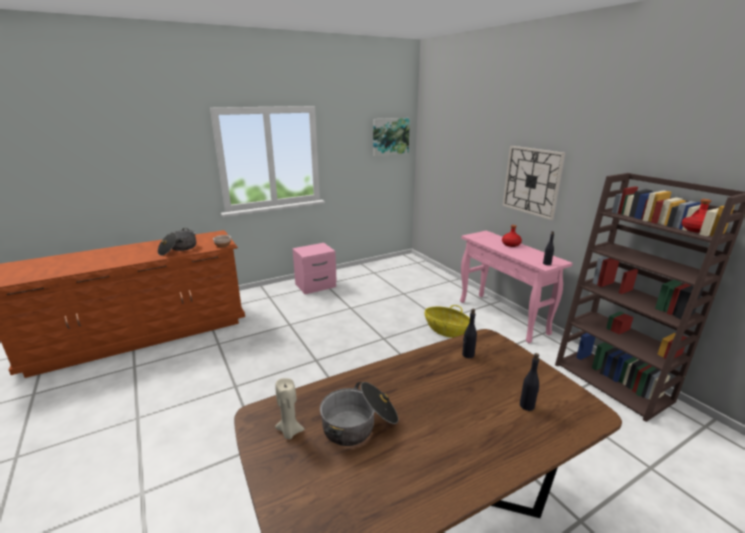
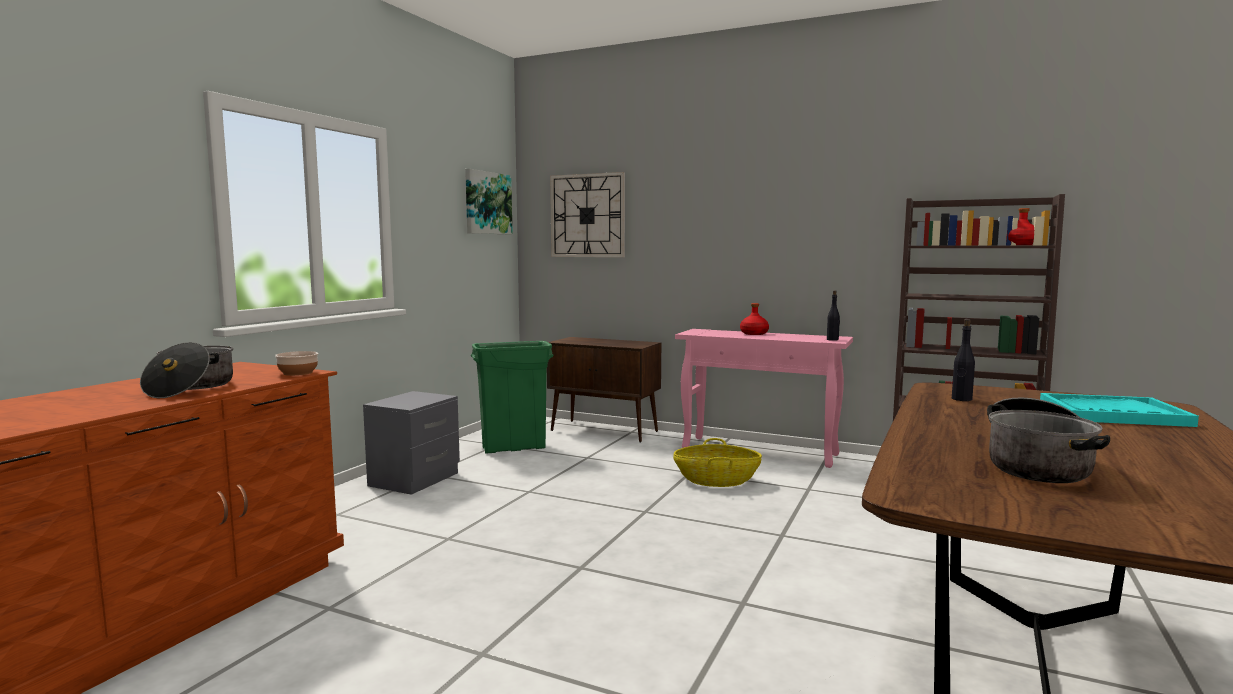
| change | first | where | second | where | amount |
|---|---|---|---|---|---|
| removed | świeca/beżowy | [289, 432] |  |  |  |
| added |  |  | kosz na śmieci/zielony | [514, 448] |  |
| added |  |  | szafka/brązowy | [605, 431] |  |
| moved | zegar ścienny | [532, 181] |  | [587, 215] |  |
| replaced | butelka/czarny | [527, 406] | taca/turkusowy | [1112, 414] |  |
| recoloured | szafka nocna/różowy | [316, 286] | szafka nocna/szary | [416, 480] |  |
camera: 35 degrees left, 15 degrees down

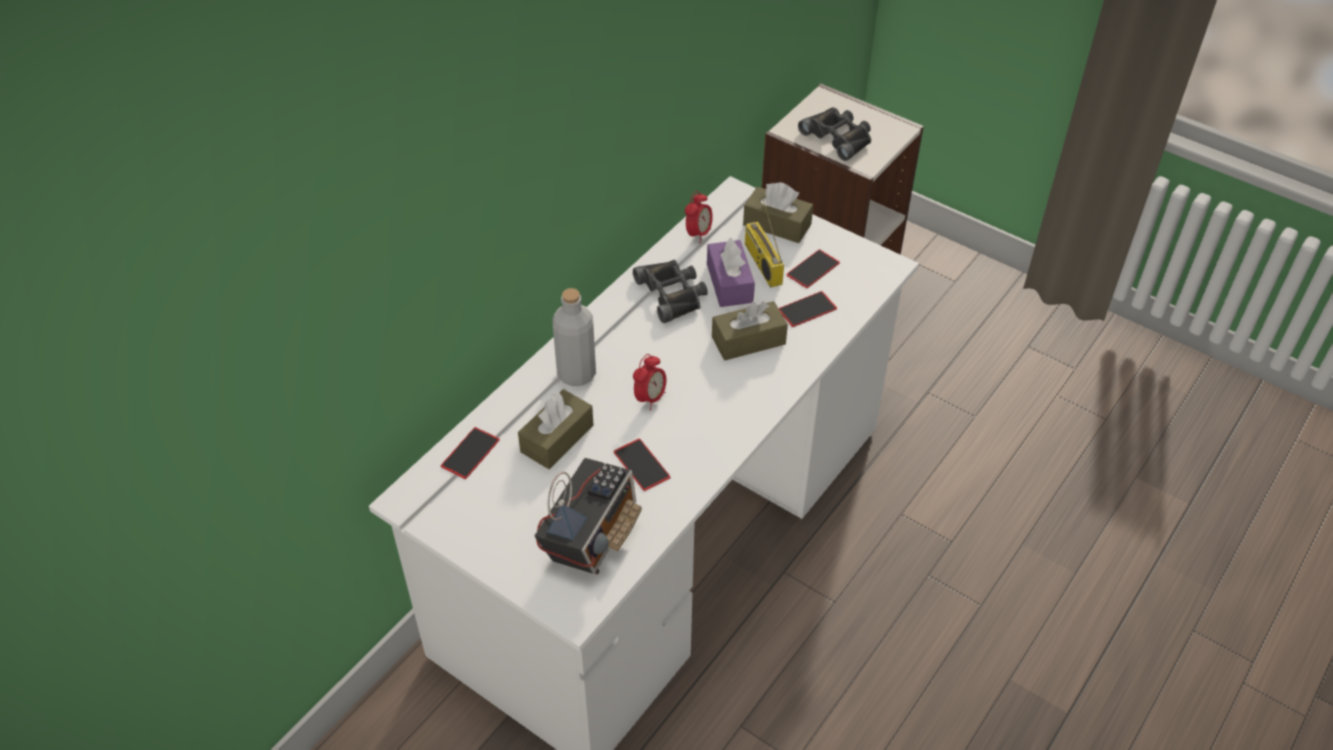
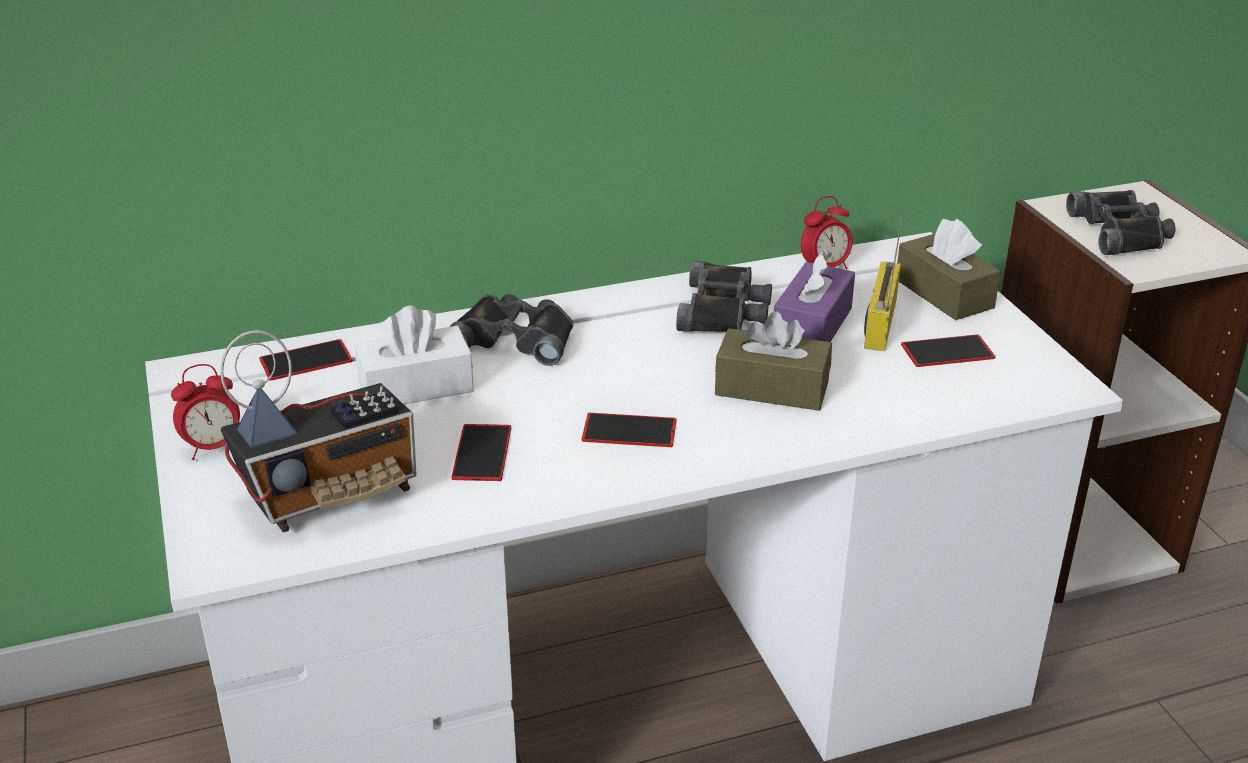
| change | first | where | second | where | amount |
|---|---|---|---|---|---|
| moved | budzik | [650, 398] |  | [213, 448] |  |
| moved | telefon | [807, 309] |  | [629, 430] |  |
| replaced | butelka/szary | [576, 373] | lornetka/czarny | [515, 338] |  |
| recoloured | pudełko chusteczek/brązowy | [557, 438] | pudełko chusteczek/biały | [416, 387] |  |
camera: 35 degrees right, 15 degrees down

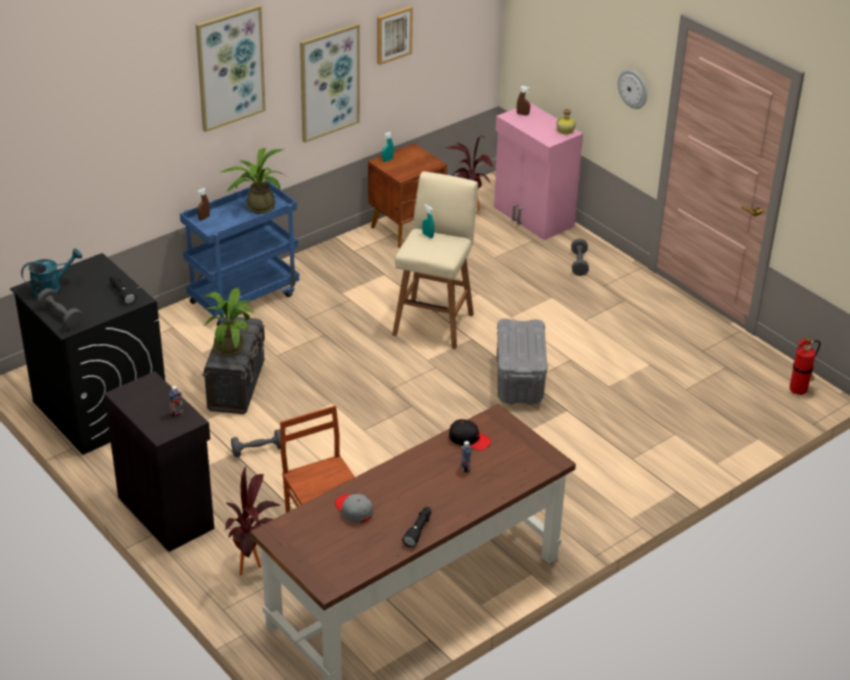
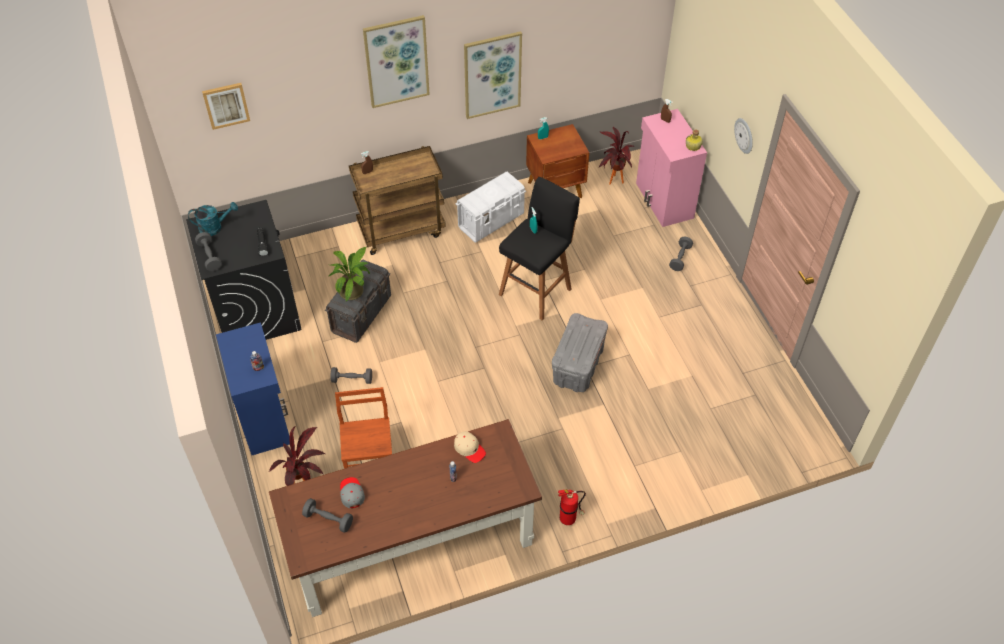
| change | first | where | second | where | amount |
|---|---|---|---|---|---|
| removed | roślina doniczkowa | [257, 206] |  |  |  |
| removed | latarka/czarny | [418, 530] |  |  |  |
| added |  |  | hantel/szary | [328, 519] |  |
| added |  |  | pojemnik do przechowywania/biały | [491, 220] |  |
| moved | obraz | [393, 34] |  | [226, 105] |  |
| moved | gaśnica | [799, 390] |  | [569, 519] |  |
| recoloured | szafka/czarny | [167, 511] | szafka/niebieski | [264, 418] |  |
| recoloured | wózek/niebieski | [244, 297] | wózek/brązowy | [402, 230] |  |
| recoloured | stołek/beżowy | [434, 323] | stołek/czarny | [536, 290] |  |
| recoloured | czapka z daszkiem/czarny | [469, 439] | czapka z daszkiem/beżowy | [469, 449] |  |
camera: 20 degrees right, 15 degrees up

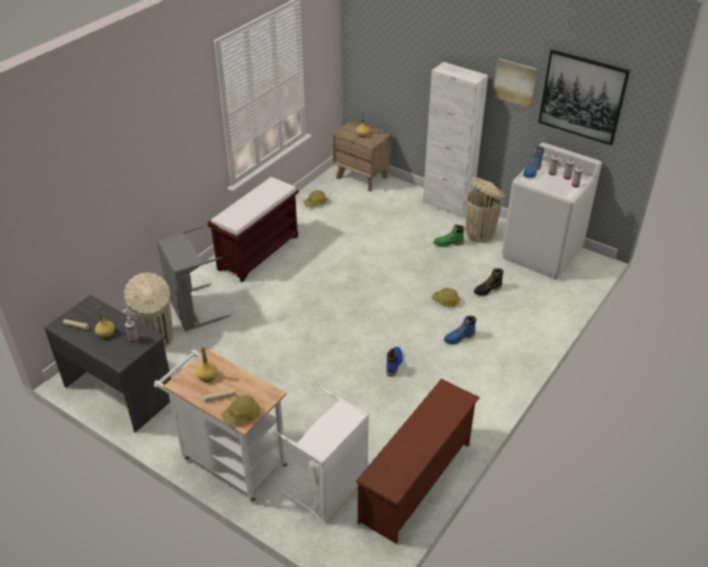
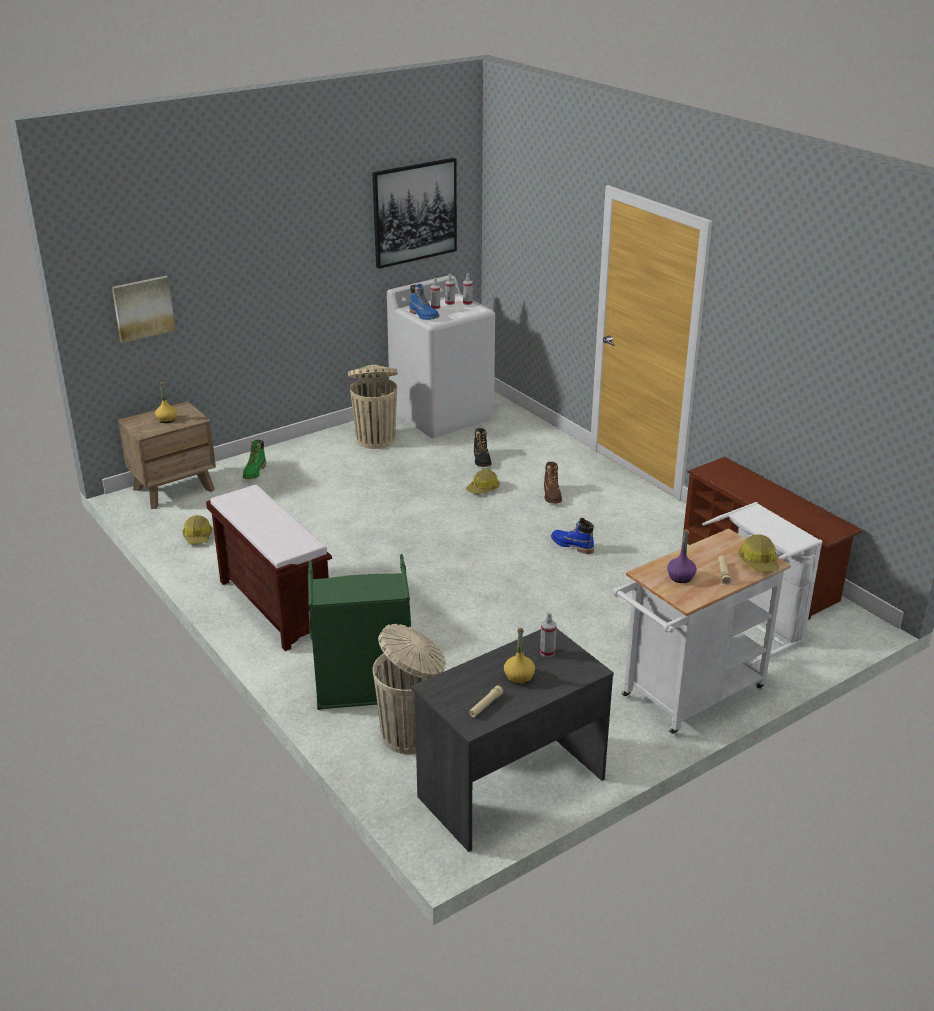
| change | first | where | second | where | amount |
|---|---|---|---|---|---|
| removed | szafka/biały | [447, 205] |  |  |  |
| moved | but z cholewką/zielony | [448, 243] |  | [254, 472] |  |
| moved | obraz | [515, 82] |  | [143, 308] |  |
| recoloured | kosz na pranie/szary | [191, 309] | kosz na pranie/zielony | [363, 690] |  |
| recoloured | butelka/żółty | [207, 376] | butelka/fioletowy | [681, 577] |  |
| recoloured | but z cholewką/niebieski | [459, 338] | but z cholewką/brązowy | [552, 495] |  |
camera: 70 degrees left, 10 degrees down

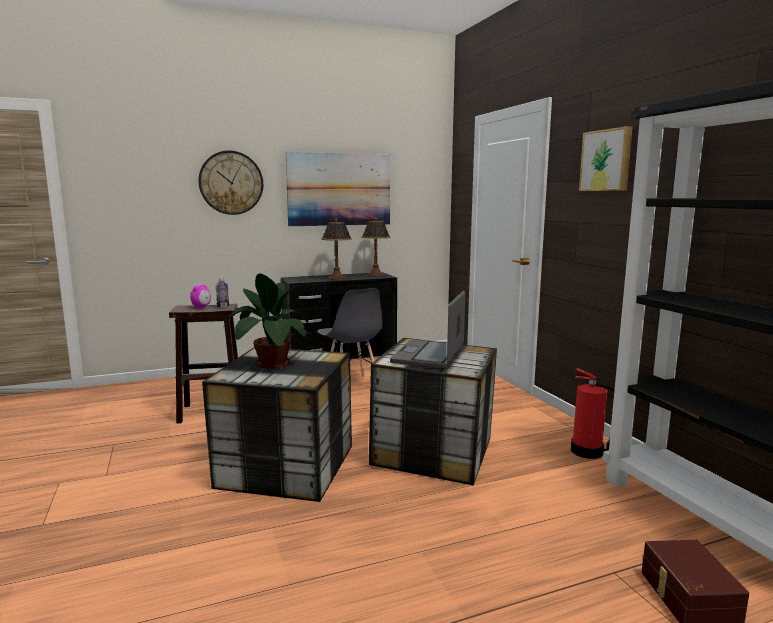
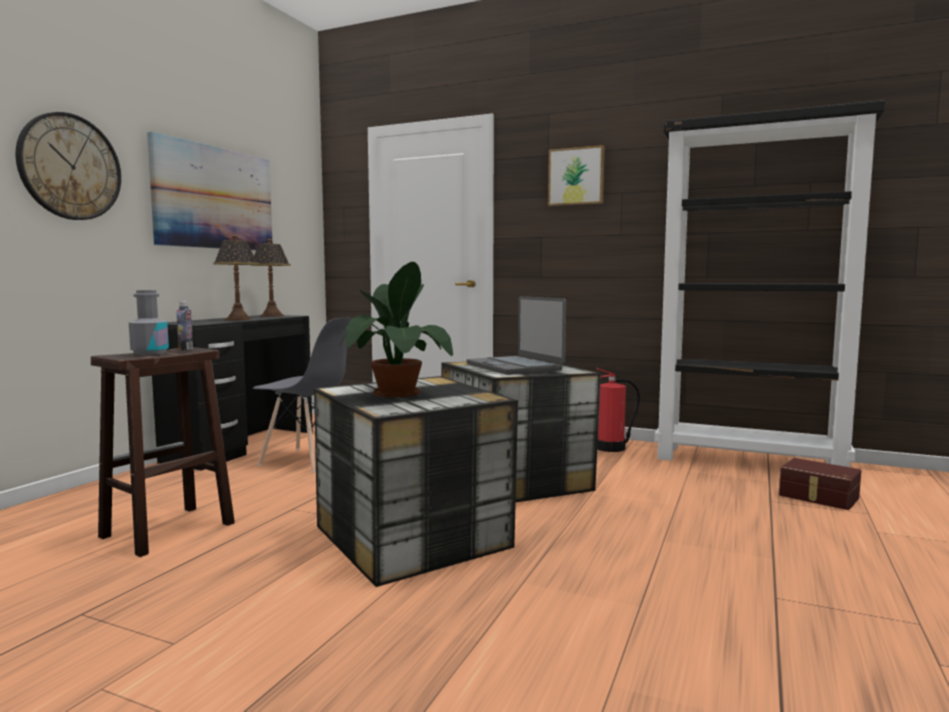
| change | first | where | second | where | amount |
|---|---|---|---|---|---|
| replaced | budzik | [201, 307] | butelka/szary | [150, 353] |  |
camera: 45 degrees left, 5 degrees down

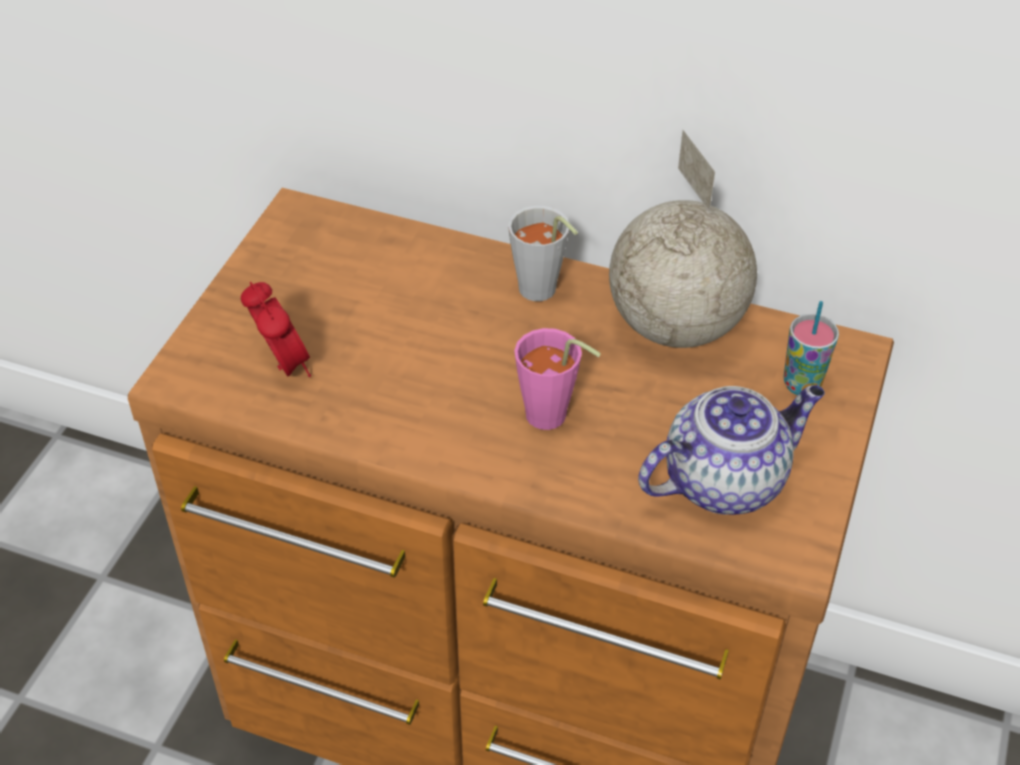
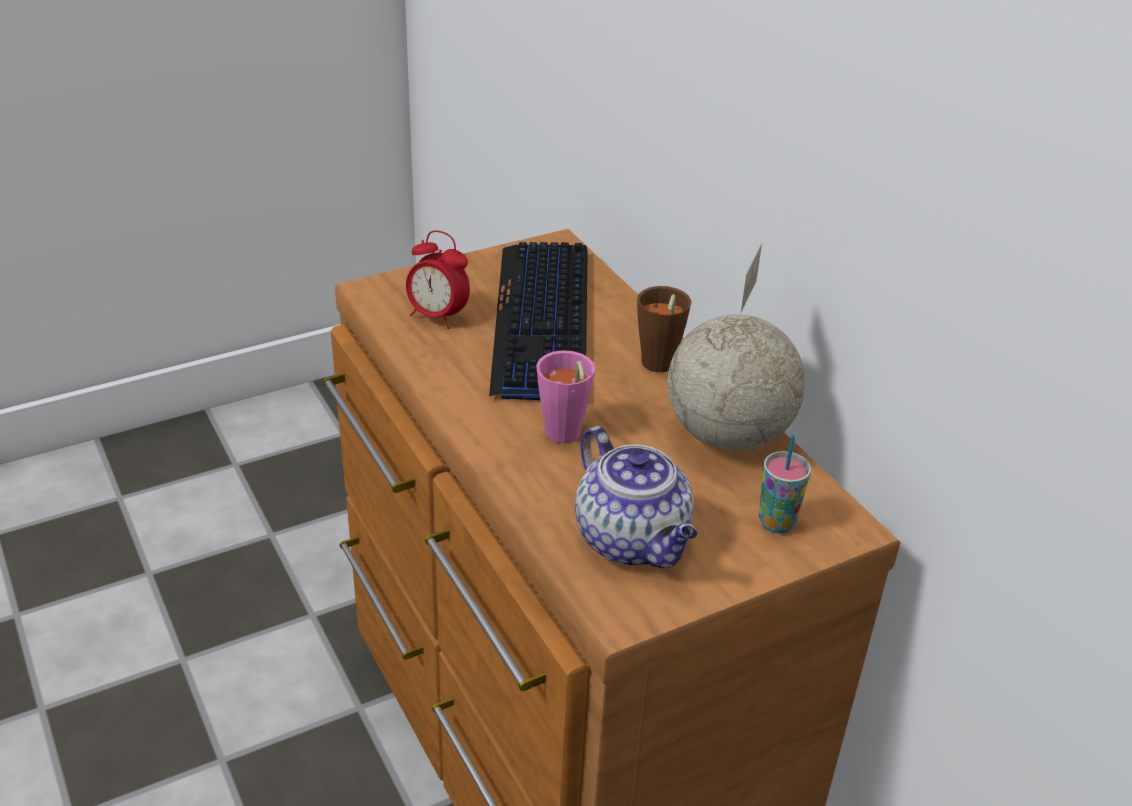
| change | first | where | second | where | amount |
|---|---|---|---|---|---|
| added |  |  | klawiatura | [542, 322] |  |
| recoloured | filiżanka/szary | [542, 294] | filiżanka/brązowy | [656, 367] |  |
| turned | budzik | [283, 366] |  | [437, 316] | 105 degrees clockwise |
| turned | imbryk | [725, 480] |  | [634, 541] | 45 degrees clockwise |
camera: 40 degrees right, 10 degrees down

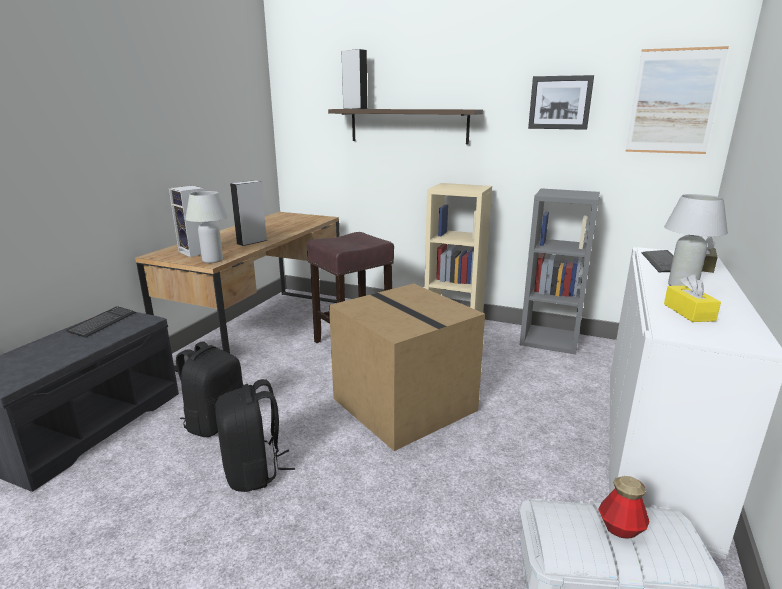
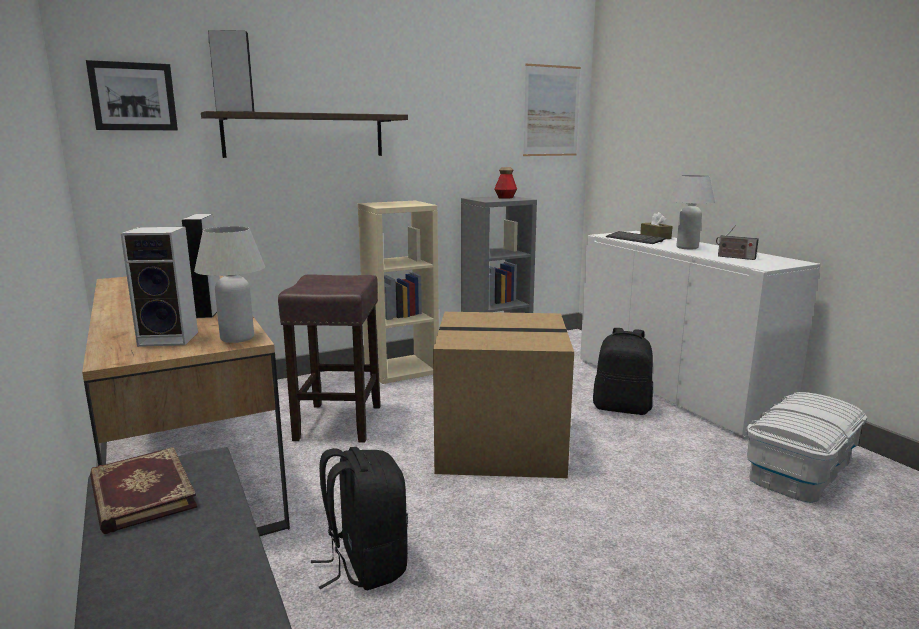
| change | first | where | second | where | amount |
|---|---|---|---|---|---|
| moved | plecak/czarny | [254, 471] |  | [622, 408] |  |
| moved | obraz | [560, 102] |  | [133, 96] |  |
| moved | butelka | [620, 528] |  | [505, 198] |  |
| replaced | klawiatura | [102, 323] | książka | [140, 493] |  |
| replaced | pudełko chusteczek/żółty | [688, 312] | radio | [734, 257] |  |
camera: 50 degrees left, 5 degrees down

